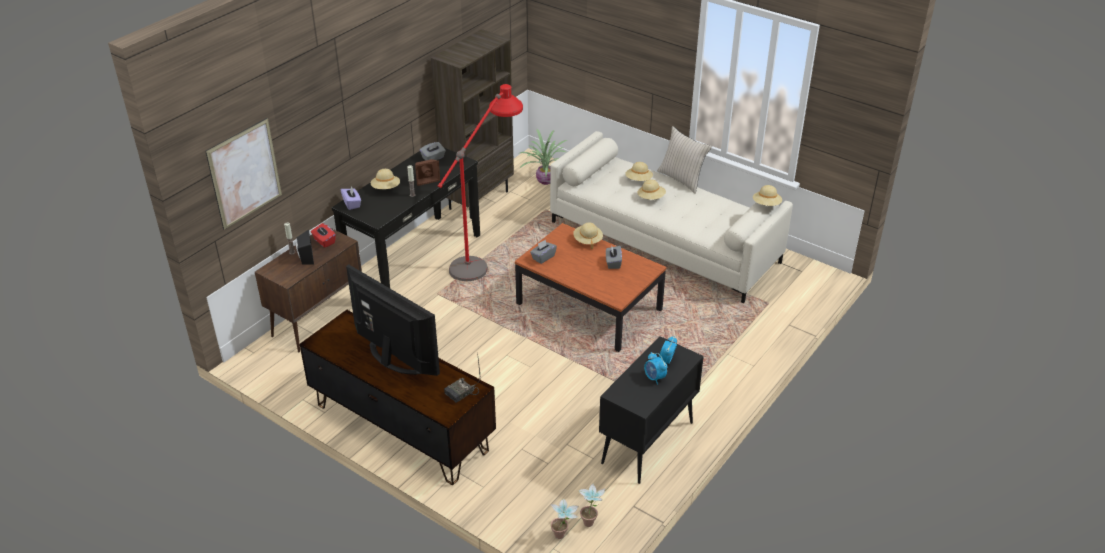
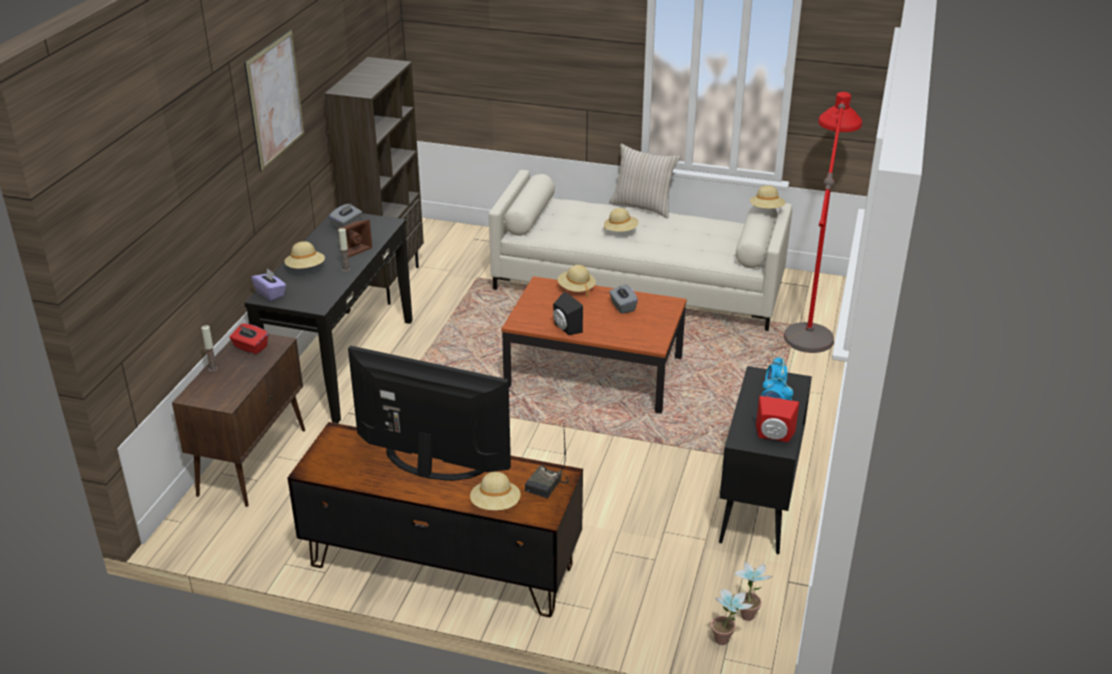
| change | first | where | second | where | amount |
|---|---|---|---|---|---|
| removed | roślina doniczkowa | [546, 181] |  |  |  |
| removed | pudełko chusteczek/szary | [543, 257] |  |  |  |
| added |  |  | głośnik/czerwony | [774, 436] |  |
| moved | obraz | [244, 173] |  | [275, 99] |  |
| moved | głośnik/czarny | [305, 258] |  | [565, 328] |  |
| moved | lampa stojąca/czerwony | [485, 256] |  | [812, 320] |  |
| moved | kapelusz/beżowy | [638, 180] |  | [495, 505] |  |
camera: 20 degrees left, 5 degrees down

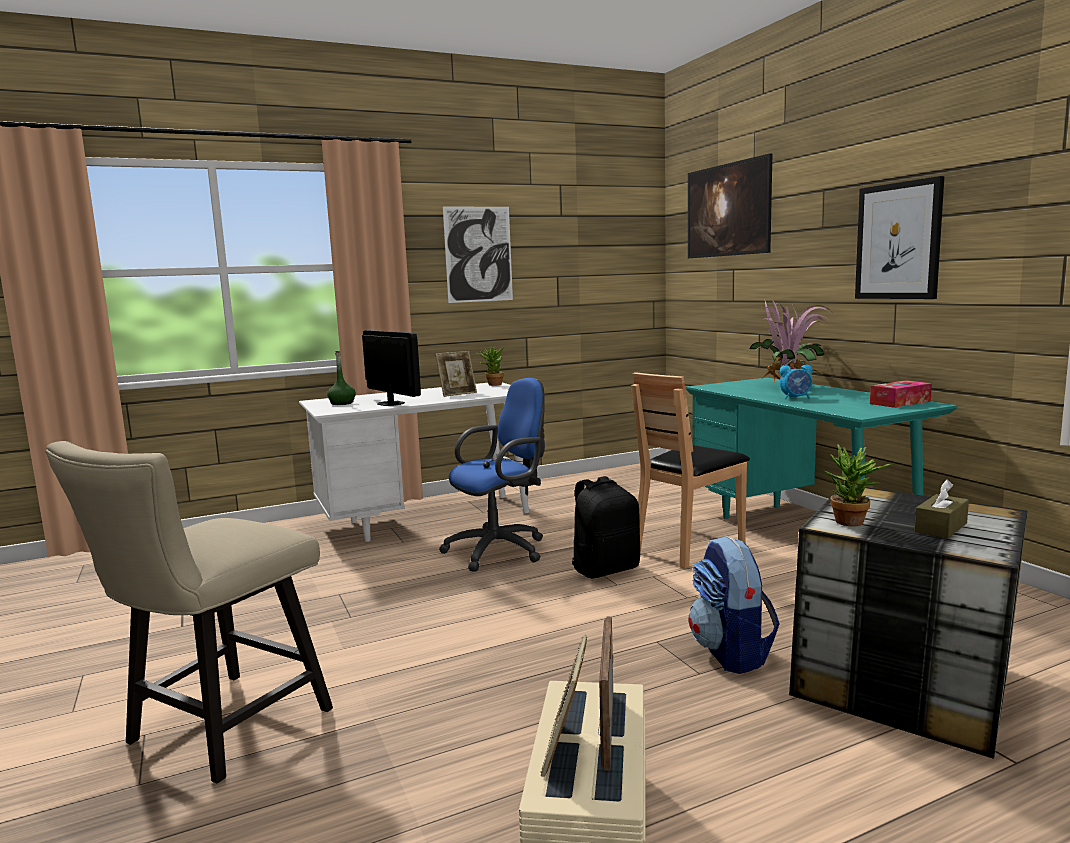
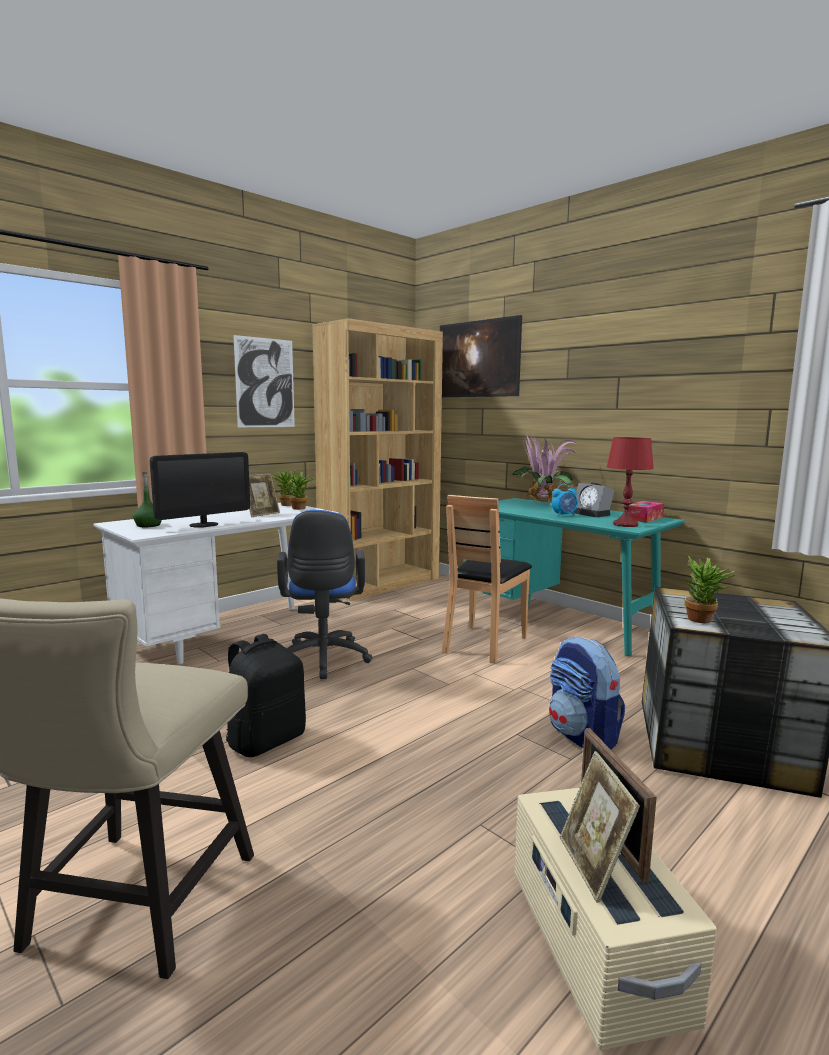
| change | first | where | second | where | amount |
|---|---|---|---|---|---|
| removed | obraz | [898, 241] |  |  |  |
| removed | pudełko chusteczek/brązowy | [940, 527] |  |  |  |
| added |  |  | roślina doniczkowa | [300, 509] |  |
| added |  |  | regał/brązowy | [381, 583] |  |
| added |  |  | budzik | [592, 514] |  |
| added |  |  | lampa stołowa/czerwony | [625, 524] |  |
| moved | plecak/czarny | [605, 569] |  | [266, 740] |  |
| turned | monitor | [391, 403] |  | [204, 525] | 105 degrees clockwise |
| turned | krzesło biurowe/niebieski | [501, 550] |  | [323, 660] | 135 degrees clockwise |
camera: 20 degrees left, 0 degrees up

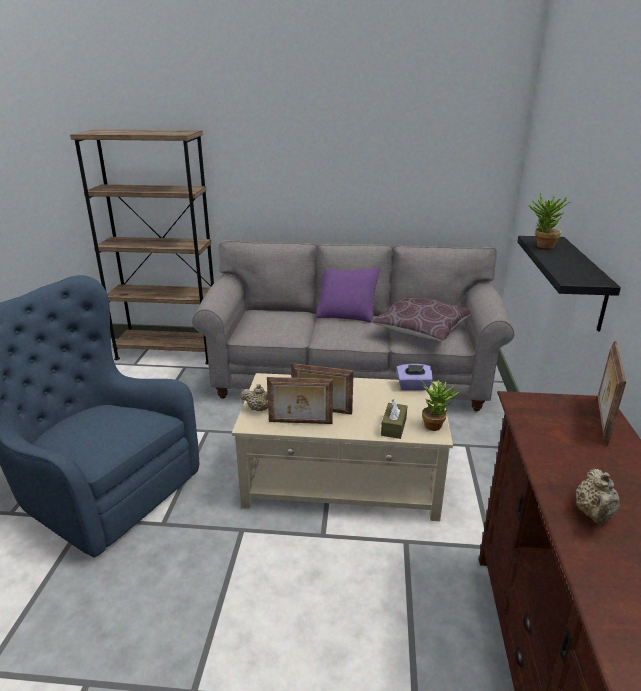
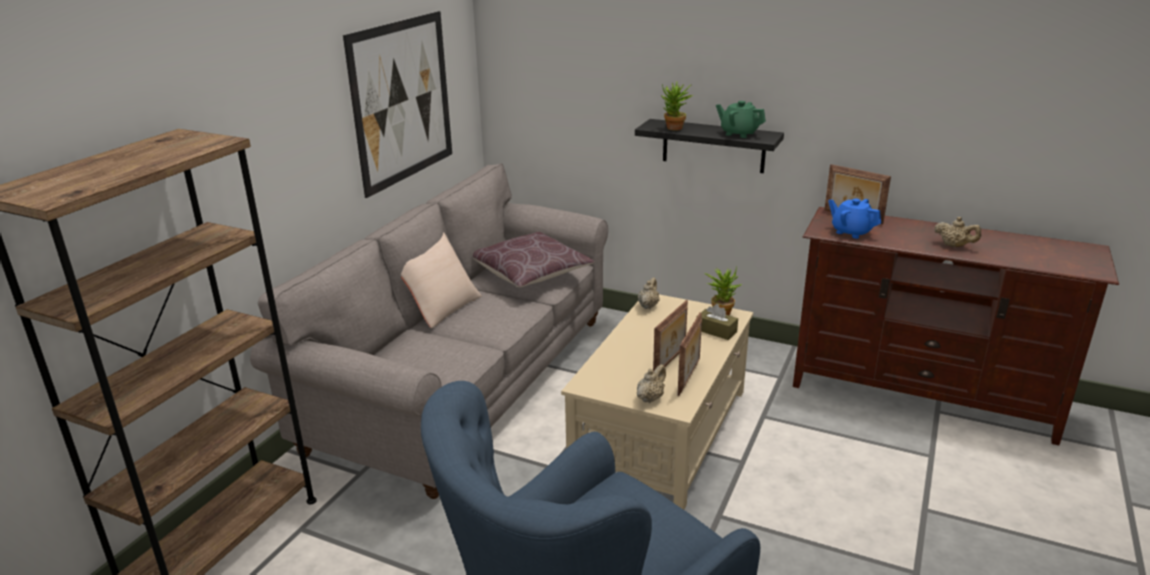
| change | first | where | second | where | amount |
|---|---|---|---|---|---|
| added |  |  | obraz | [402, 101] |  |
| added |  |  | imbryk/zielony | [739, 133] |  |
| added |  |  | imbryk/niebieski | [851, 232] |  |
| replaced | pudełko chusteczek/fioletowy | [413, 386] | imbryk/beżowy | [648, 306] |  |
| recoloured | poduszka/fioletowy | [347, 314] | poduszka/beżowy | [440, 307] |  |
camera: 70 degrees left, 0 degrees up

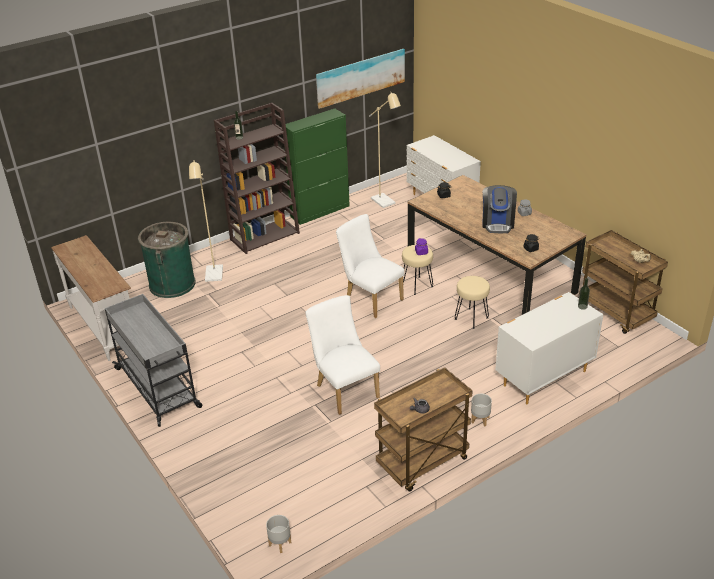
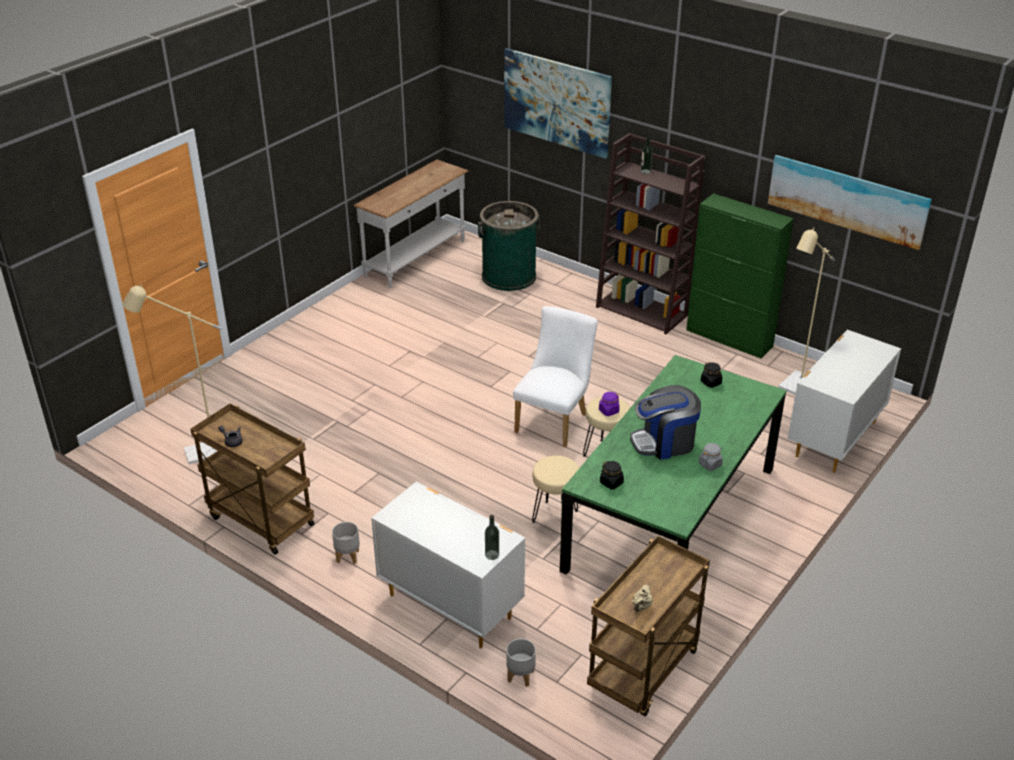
| change | first | where | second | where | amount |
|---|---|---|---|---|---|
| removed | wózek/szary | [158, 388] |  |  |  |
| removed | krzesło/biały | [344, 389] |  |  |  |
| added |  |  | obraz | [556, 102] |  |
| moved | lampa stojąca/beżowy | [214, 276] |  | [197, 454] |  |
| moved | donica/szary | [279, 543] |  | [520, 675] |  |
| recoloured | stół jadalny/brązowy | [489, 274] | stół jadalny/zielony | [671, 517] |  |
camera: 70 degrees right, 0 degrees up

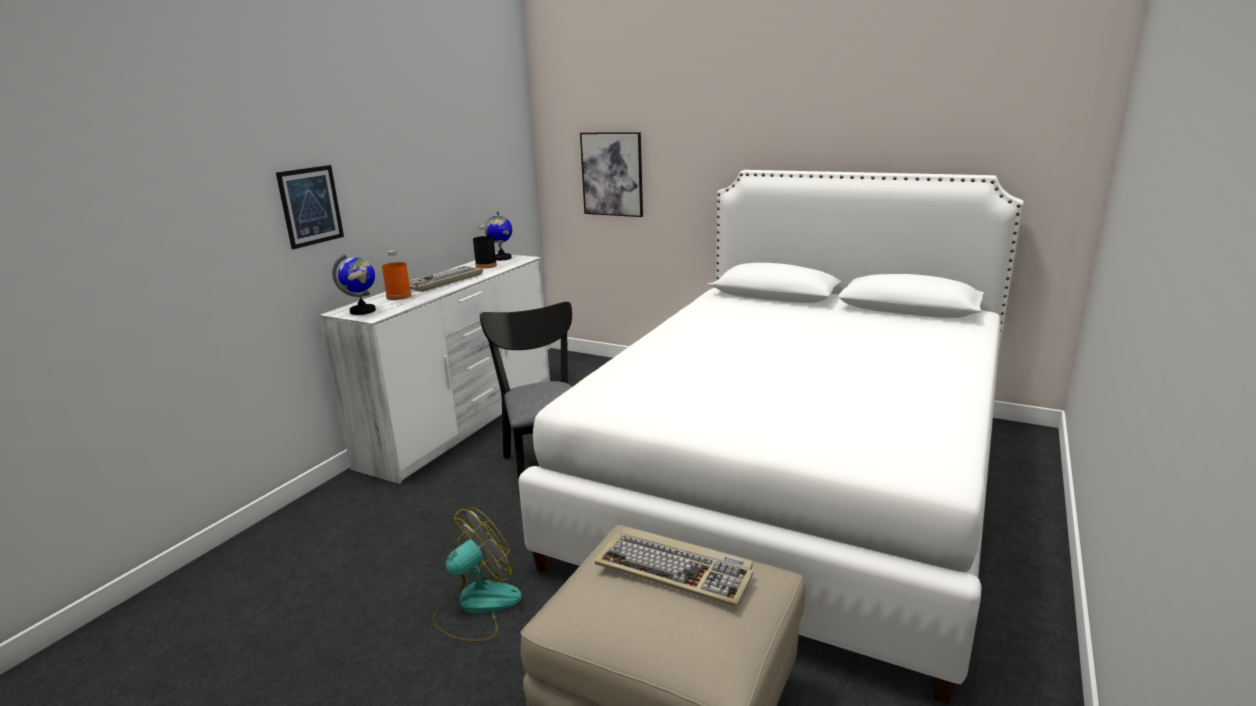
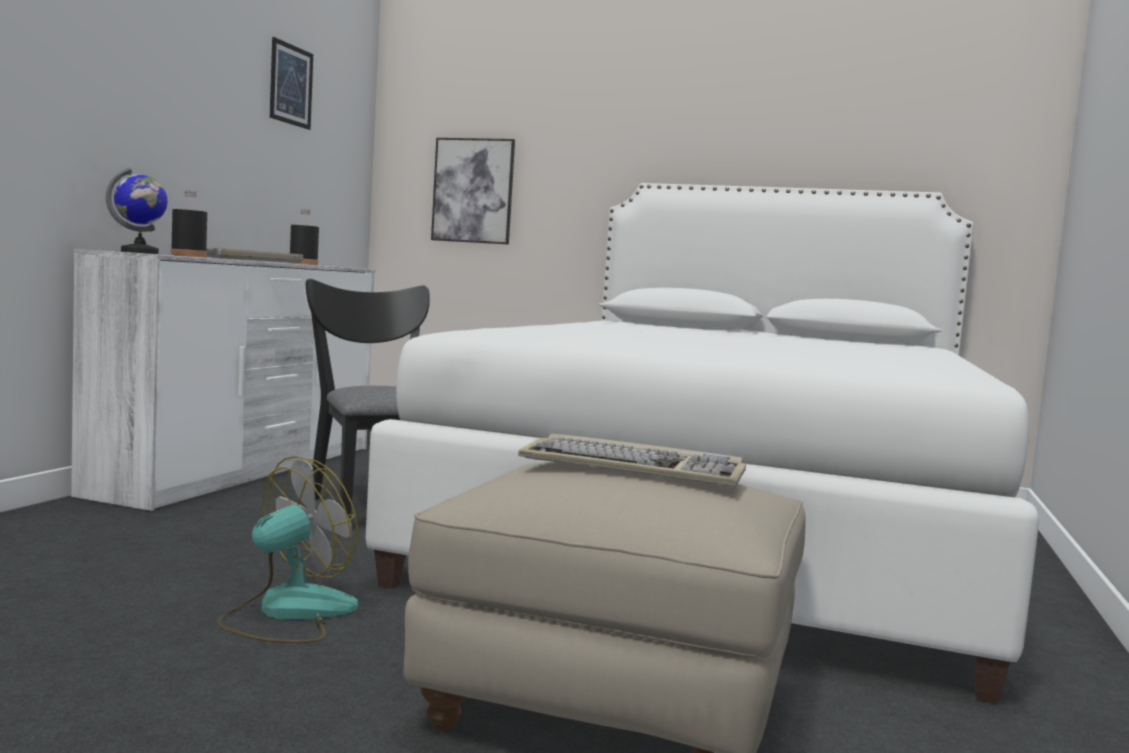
| change | first | where | second | where | amount |
|---|---|---|---|---|---|
| removed | globus | [501, 258] |  |  |  |
| moved | obraz | [311, 206] |  | [291, 85] |  |
| recoloured | butelka/pomarańczowy | [398, 296] | butelka/czarny | [188, 256] |  |
camera: 10 degrees left, 15 degrees down

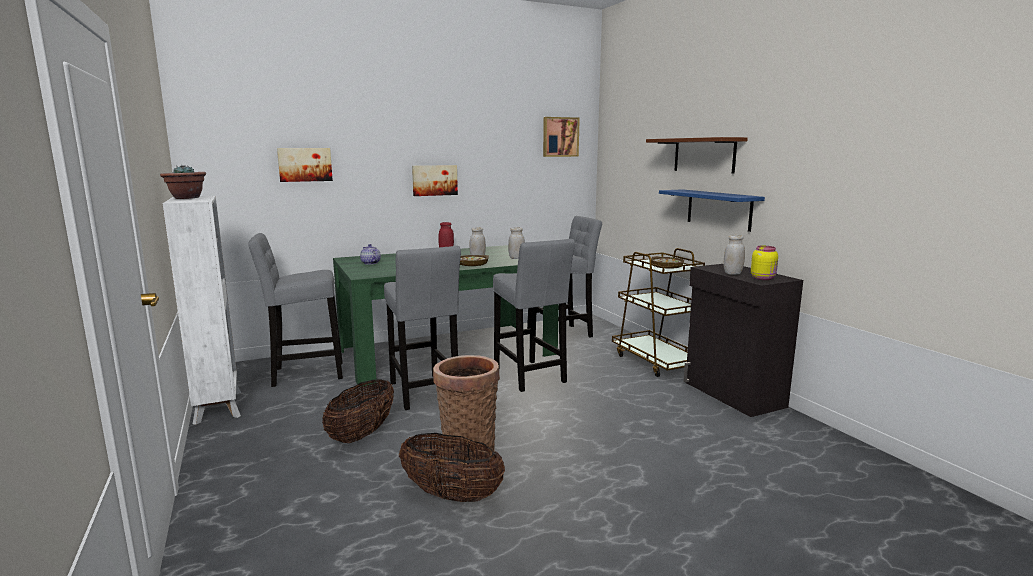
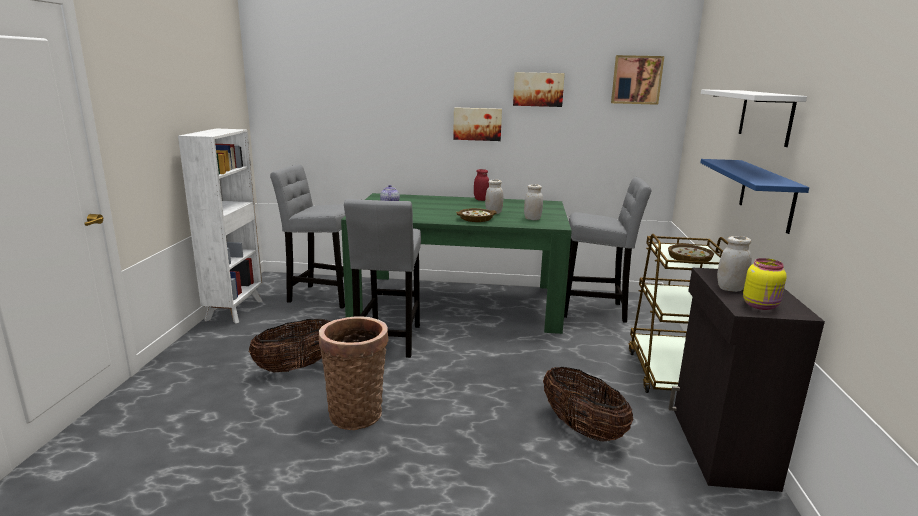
| change | first | where | second | where | amount |
|---|---|---|---|---|---|
| removed | roślina doniczkowa | [186, 198] |  |  |  |
| removed | stołek/szary | [530, 377] |  |  |  |
| moved | obraz | [305, 164] |  | [538, 89] |  |
| moved | koszyk | [451, 495] |  | [582, 428] |  |
| recoloured | półka/brązowy | [704, 155] | półka/biały | [765, 116] |  |
camera: 30 degrees right, 5 degrees up

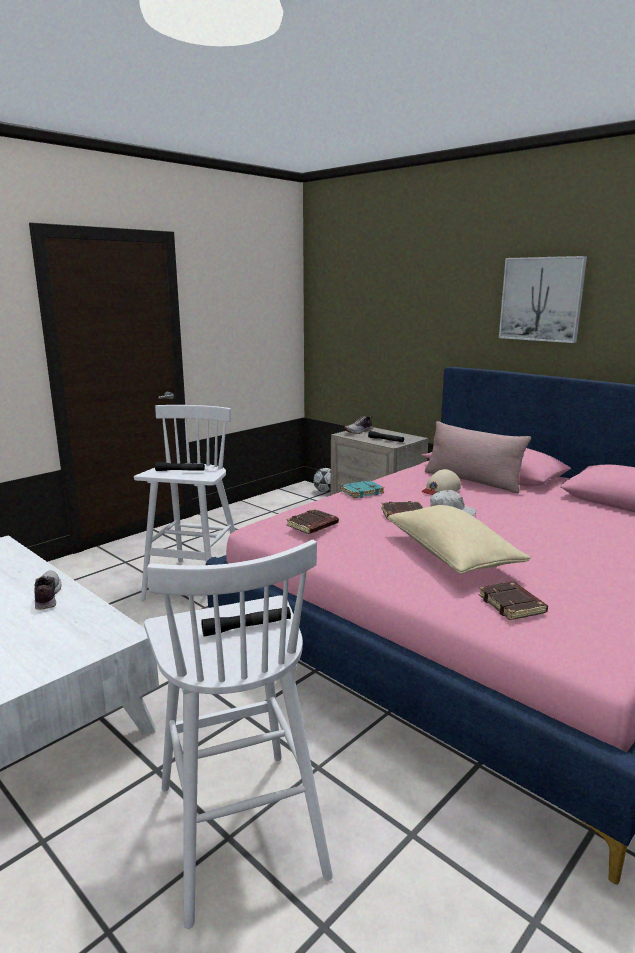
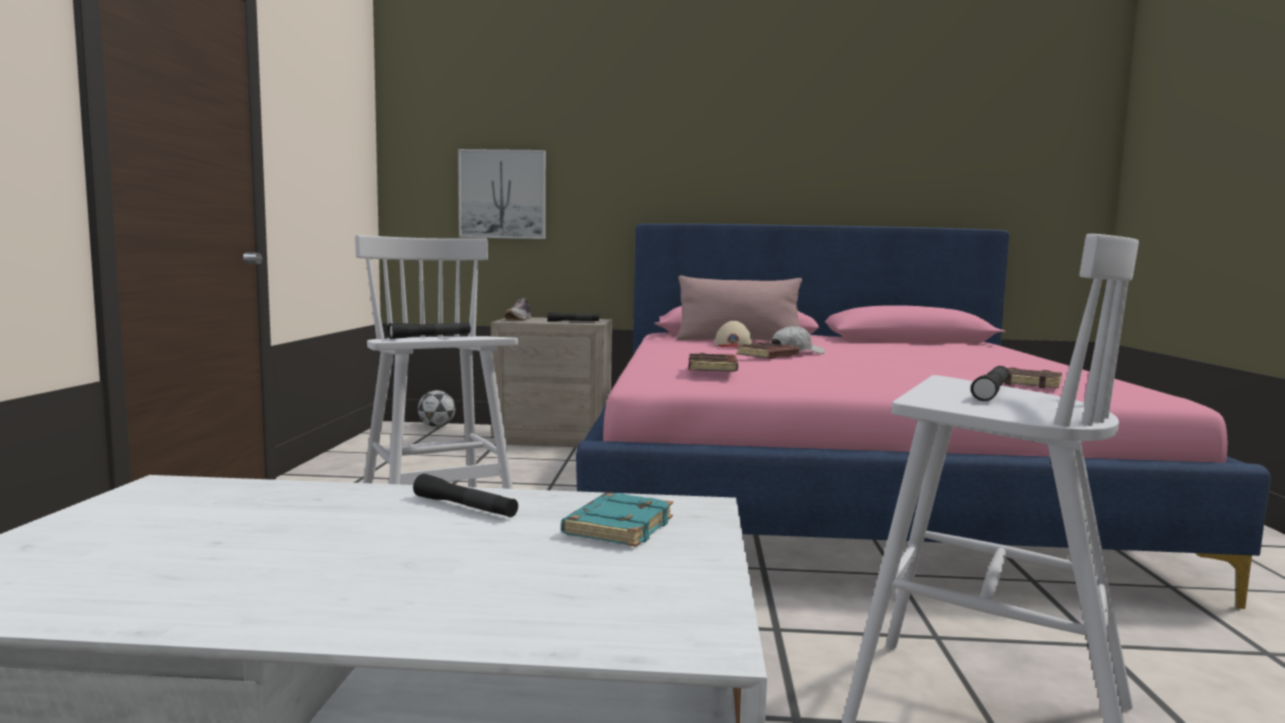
| change | first | where | second | where | amount |
|---|---|---|---|---|---|
| removed | poduszka/beżowy | [451, 556] |  |  |  |
| moved | książka/turkusowy | [361, 492] |  | [617, 527] |  |
| moved | obraz | [541, 299] |  | [502, 194] |  |
| replaced | but | [46, 597] | latarka/czarny | [465, 507] |  |
camera: 40 degrees left, 10 degrees down

